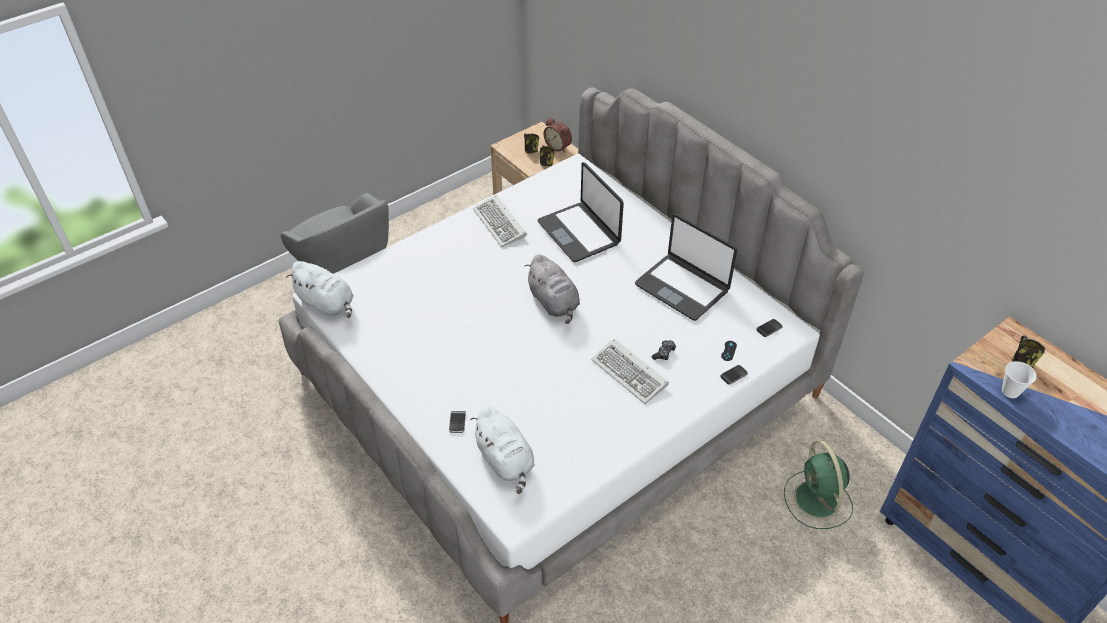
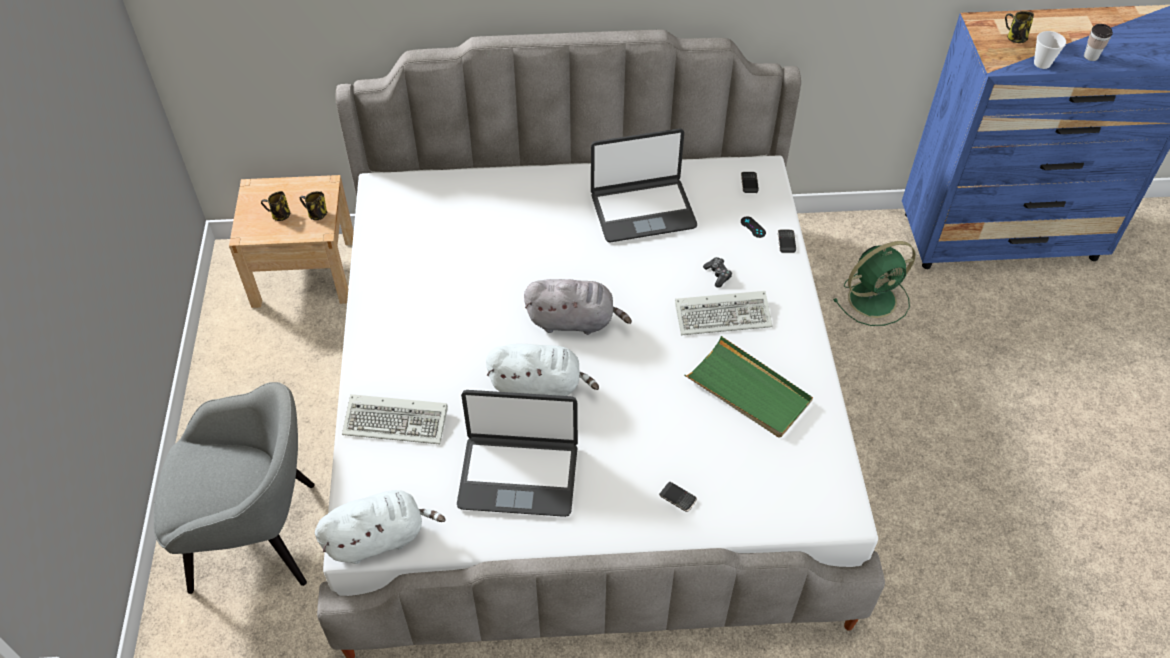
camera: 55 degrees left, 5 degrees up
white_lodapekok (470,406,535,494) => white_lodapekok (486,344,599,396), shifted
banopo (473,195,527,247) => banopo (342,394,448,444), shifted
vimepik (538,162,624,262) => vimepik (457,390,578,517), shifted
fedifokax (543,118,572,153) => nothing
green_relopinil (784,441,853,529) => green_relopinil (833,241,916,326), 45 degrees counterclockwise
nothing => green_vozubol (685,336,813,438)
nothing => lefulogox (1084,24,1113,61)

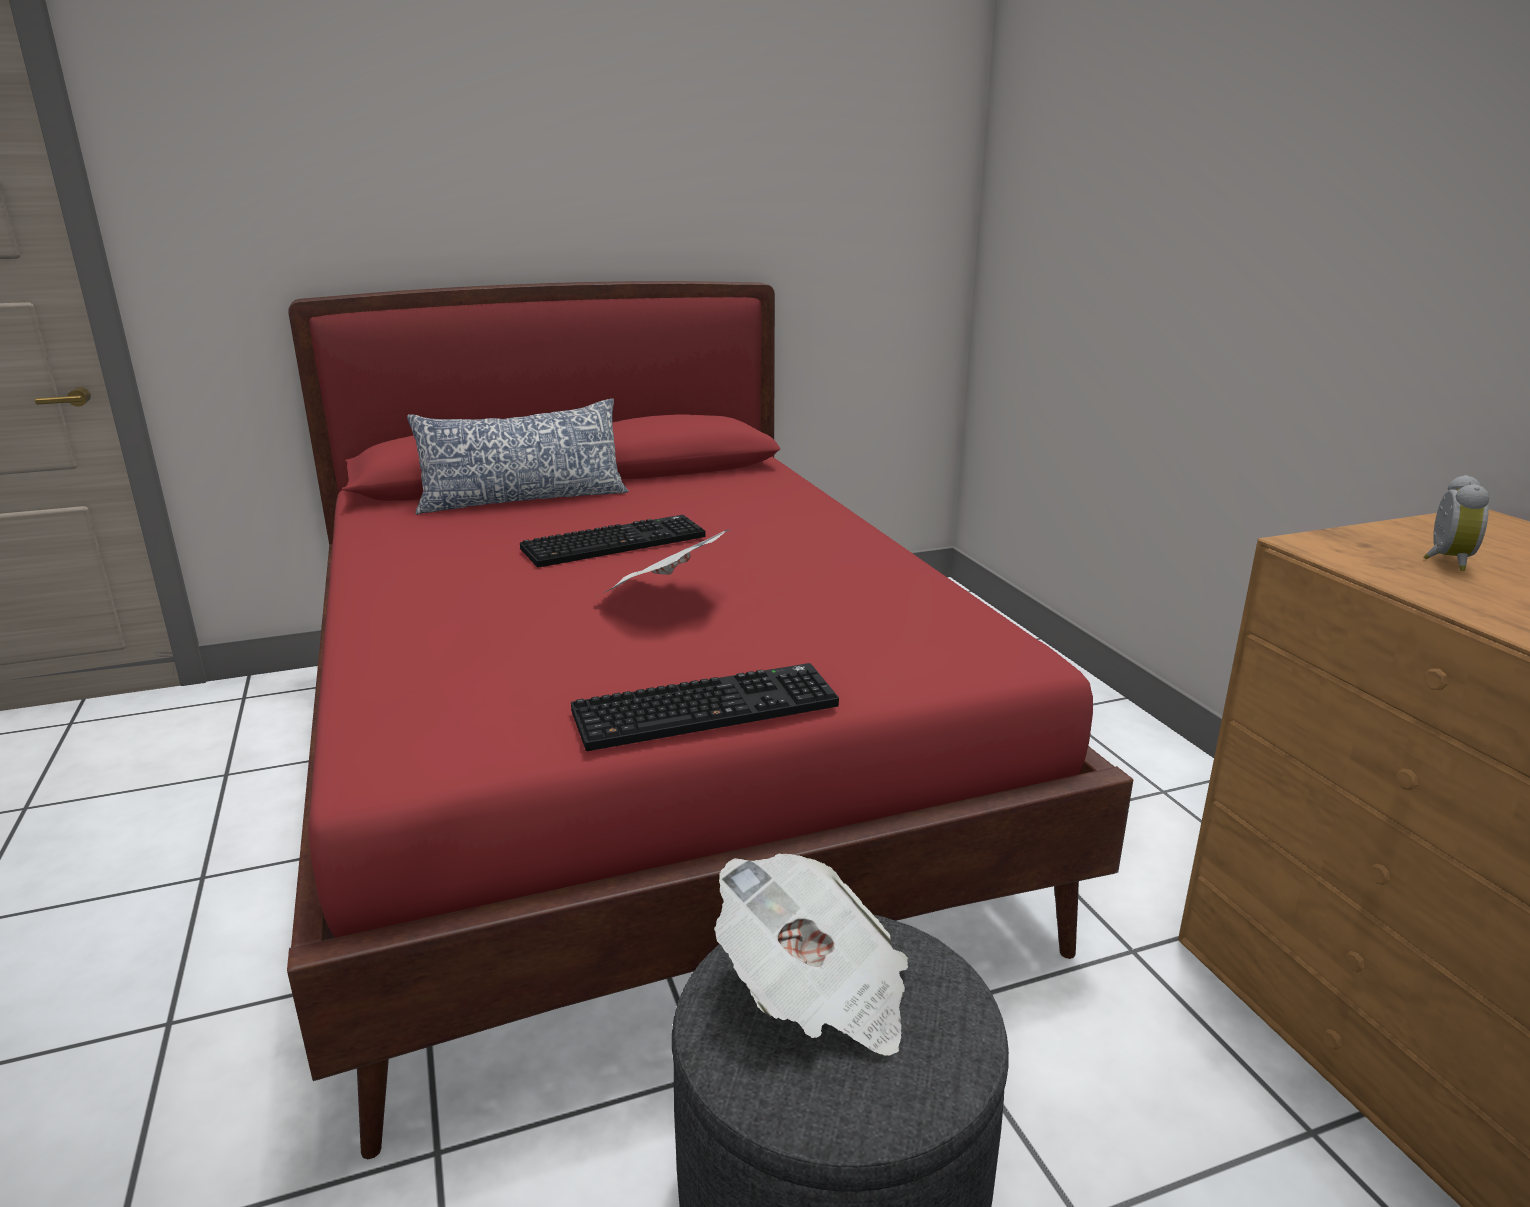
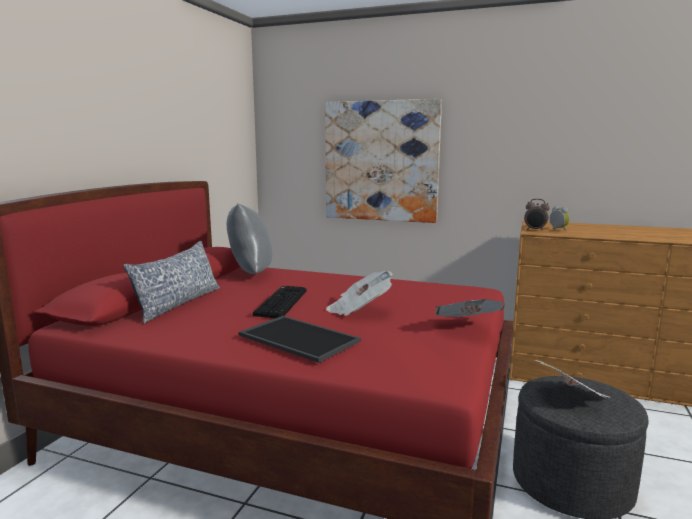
camera: 50 degrees left, 10 degrees down
banopo (571,663,839,751) => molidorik (435,299,503,317)
nothing => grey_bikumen (227,203,272,274)
nothing => vozubol (239,316,361,363)
nothing => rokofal (325,99,442,223)
nothing => fedifokax (524,199,550,231)

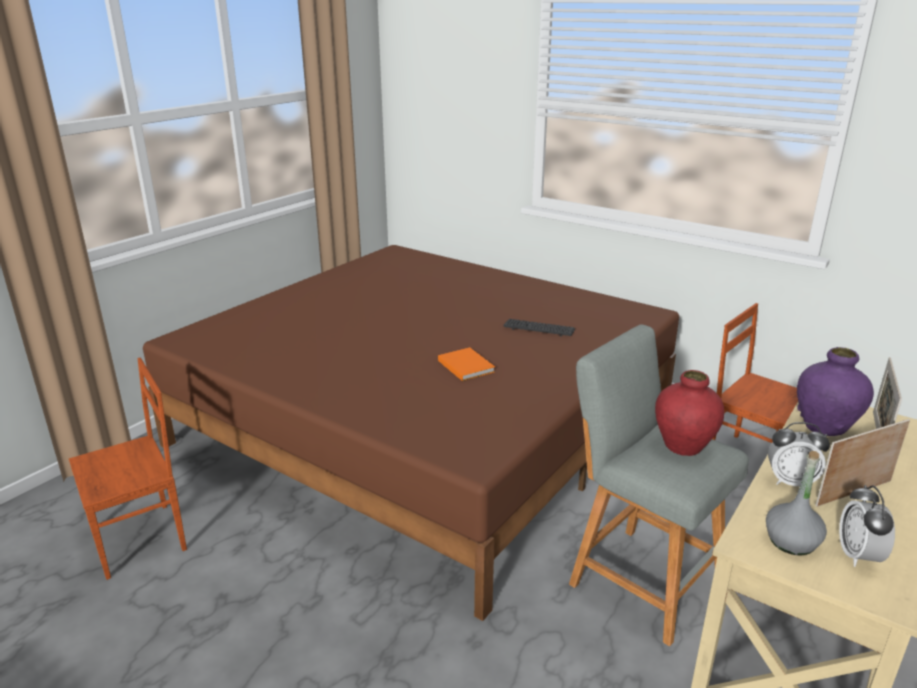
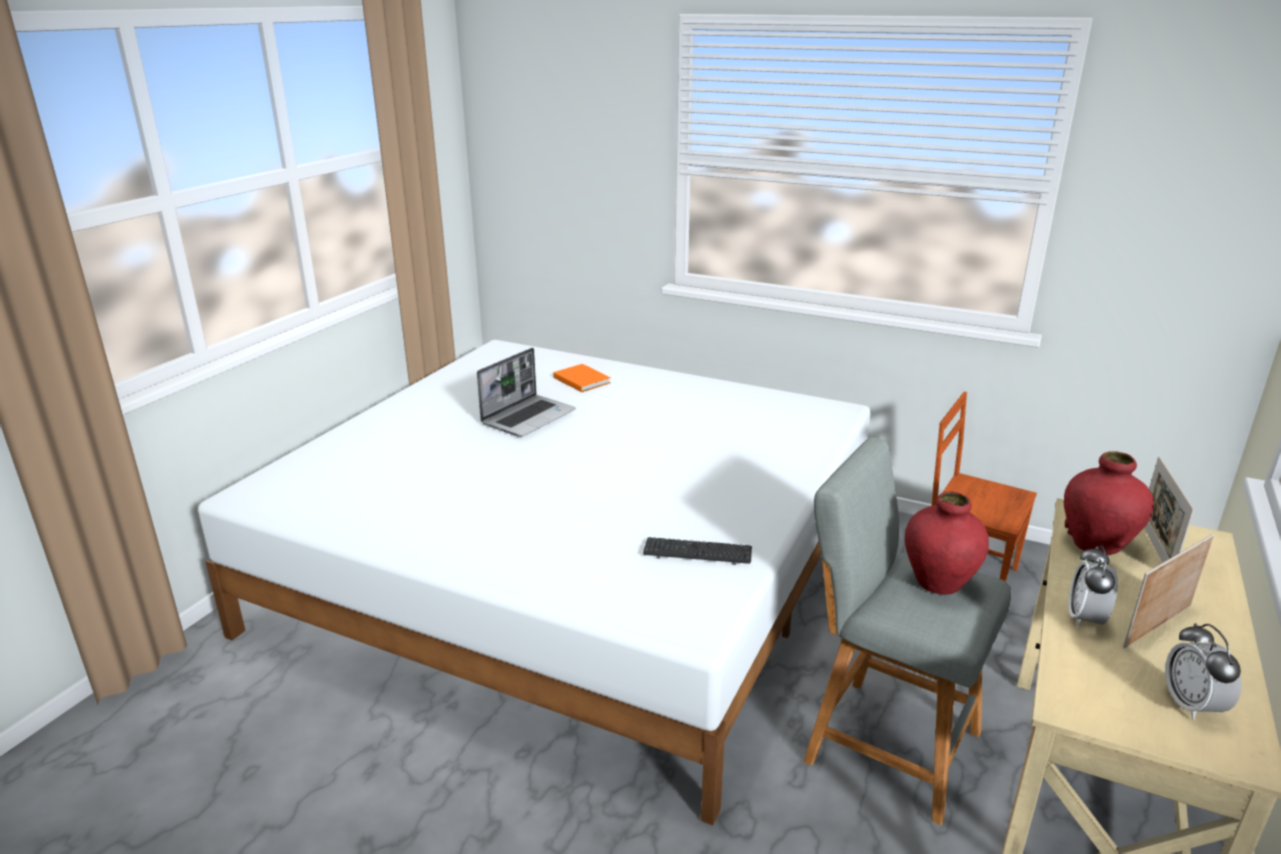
camera: 10 degrees left, 0 degrees up
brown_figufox (69,358,187,580) => nothing
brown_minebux (143,245,679,621) => white_minebux (198,340,870,826)
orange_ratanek (438,347,495,381) => orange_ratanek (553,364,611,392), shifted
banopo (503,319,575,337) => banopo (643,537,752,565), shifted
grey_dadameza (766,451,827,555) => nothing
fedifokax (768,422,830,486) => fedifokax (1069,545,1118,628), 105 degrees clockwise
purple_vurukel (797,347,874,436) => red_vurukel (1064,451,1154,555)
nothing => vimepik (477,348,576,437)

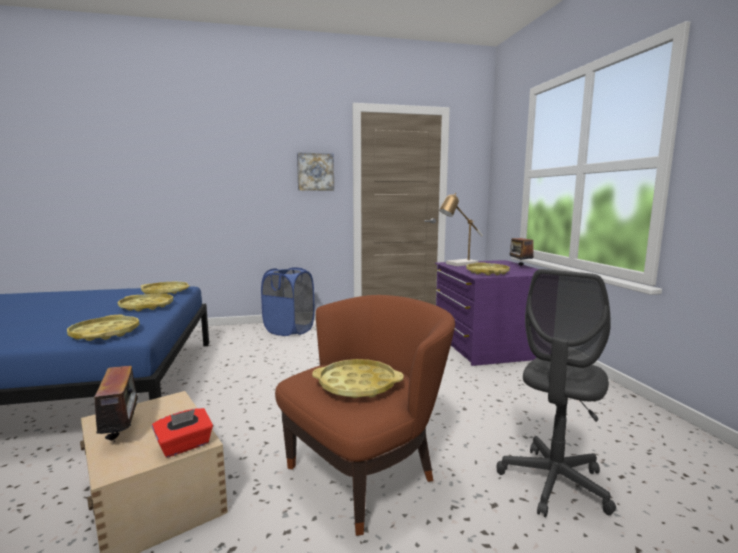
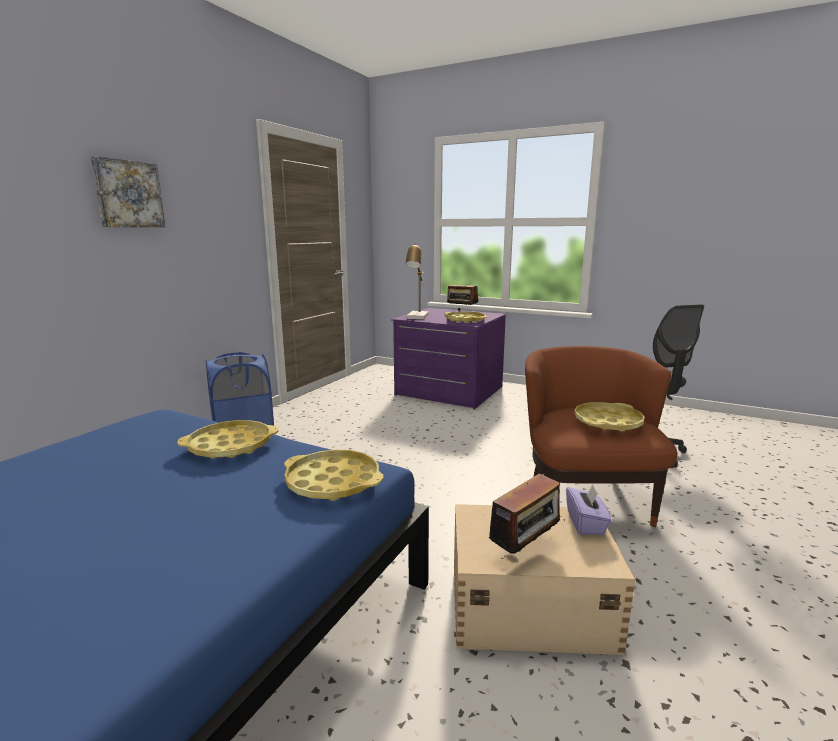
camera: 50 degrees left, 5 degrees up
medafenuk (93,366,148,445) => medafenuk (489,473,565,559), 120 degrees clockwise
yellow_vozubol (141,282,190,294) => nothing
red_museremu (152,408,213,458) => purple_museremu (566,484,612,535)
rokofal (297,152,334,191) => rokofal (91,156,165,227), shifted

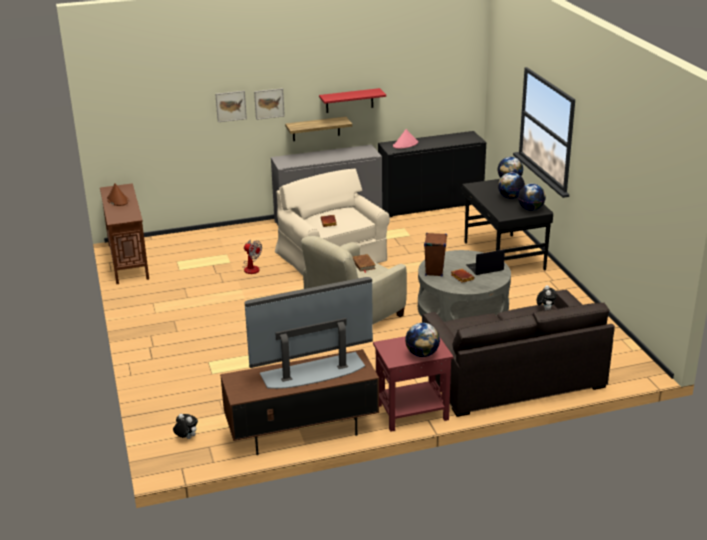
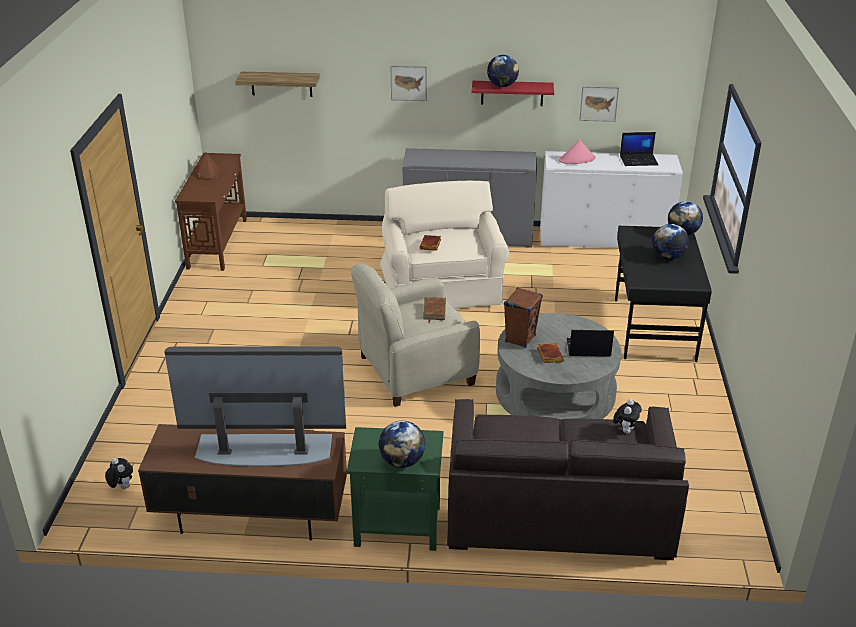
camera: 20 degrees right, 5 degrees up
rokofal (215,91,247,122) => rokofal (579,86,619,122), shifted
relopinil (243,240,262,274) => nothing
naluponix (285,117,352,141) => naluponix (235,72,320,97), shifted
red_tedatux (373,336,454,432) => green_tedatux (347,427,444,551)
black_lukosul (378,131,486,217) => white_lukosul (540,151,683,248)
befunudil (518,184,546,211) => befunudil (487,55,519,87), shifted
nothing => vimepik (620,132,659,166)

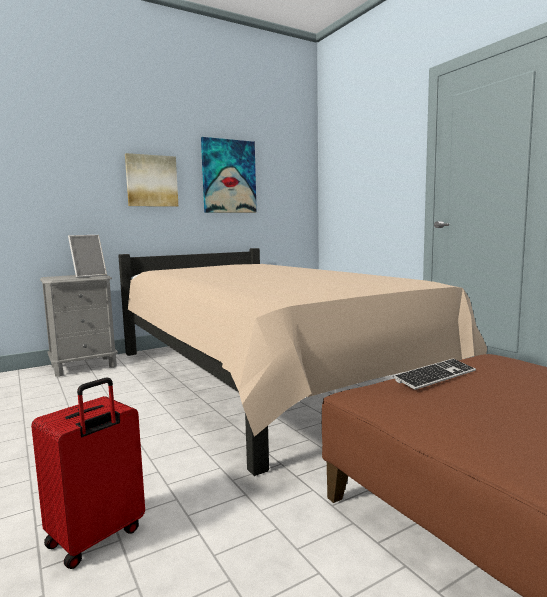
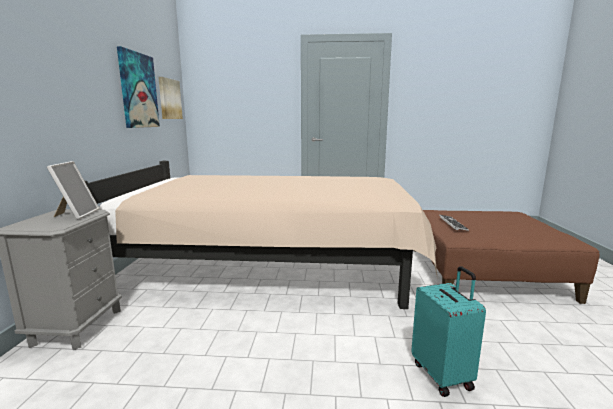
camera: 55 degrees left, 5 degrees up
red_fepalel (31,378,145,569) => turquoise_fepalel (411,266,486,397)
rokofal (125,153,178,207) => rokofal (158,77,183,119), shifted

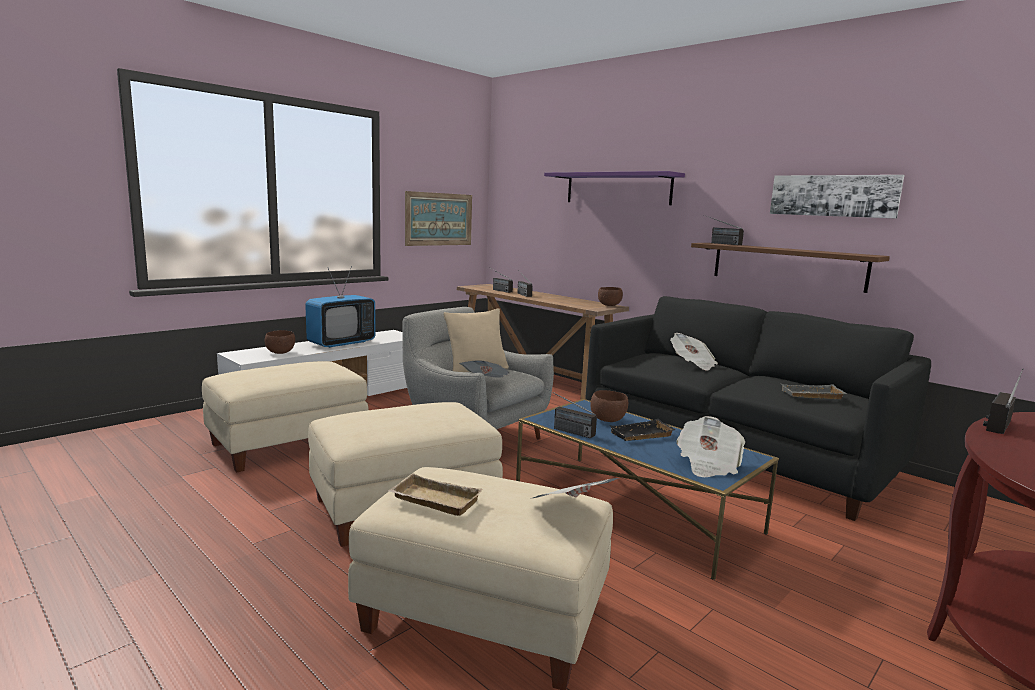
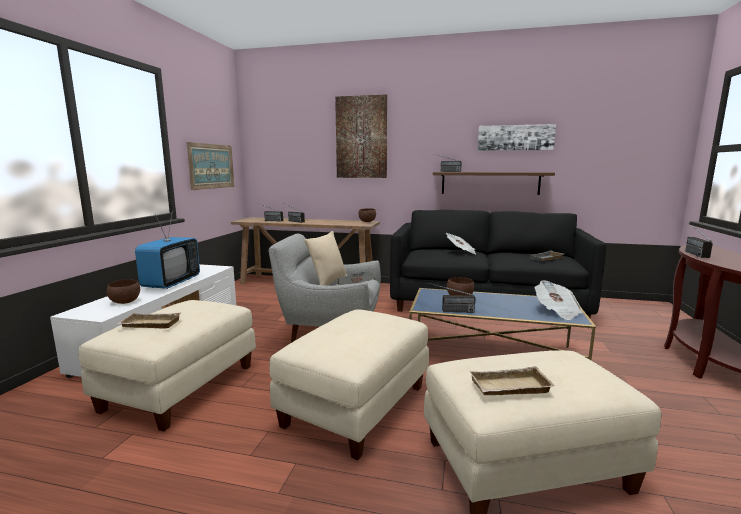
camera: 30 degrees left, 0 degrees up
molidorik (531,478,619,499) => nothing
purple_naluponix (544,171,685,205) => rokofal (335,94,388,178)
black_vozubol (610,419,676,441) => nothing
nothing => beige_vozubol (117,312,182,328)

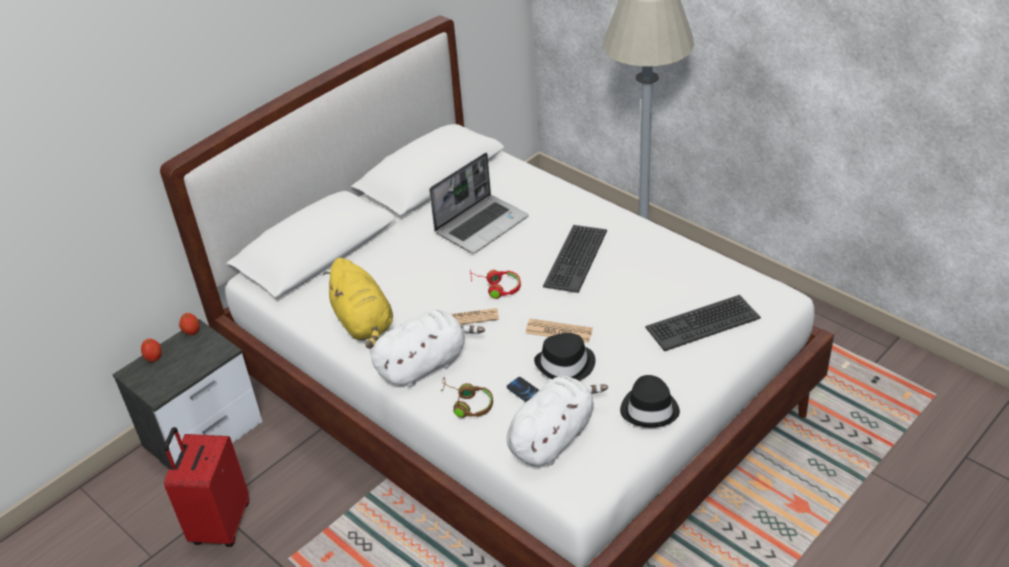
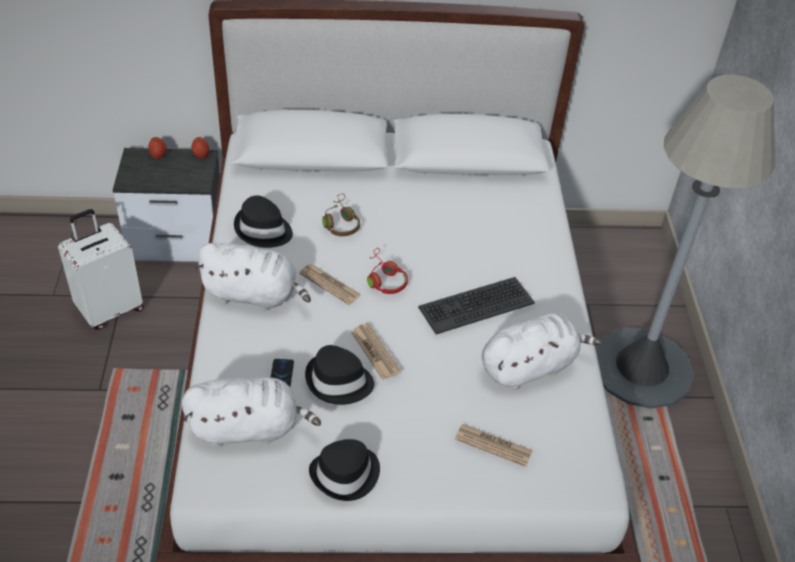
camera: 40 degrees right, 5 degrees up
red_fepalel (164,427,249,547) => white_fepalel (58,209,144,330)
yellow_lodapekok (323,258,393,349) => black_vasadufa (234,195,293,248)
vimepik (429,153,529,254) => nothing
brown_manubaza (441,378,493,418) => brown_manubaza (322,194,360,236), shifted
banopo (645,295,761,351) => molidorik (455,424,533,467)
nothing => white_lodapekok (482,313,601,390)

